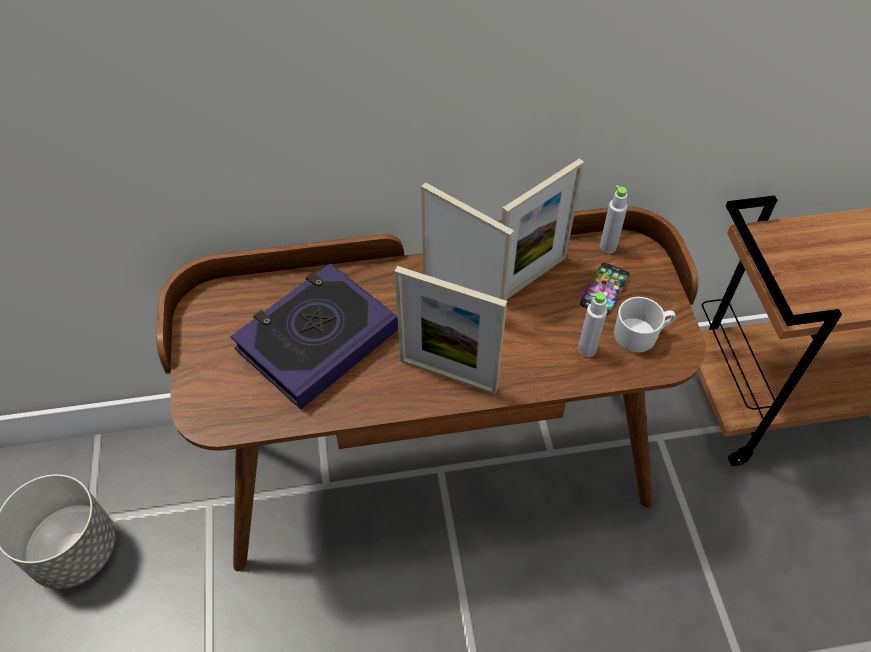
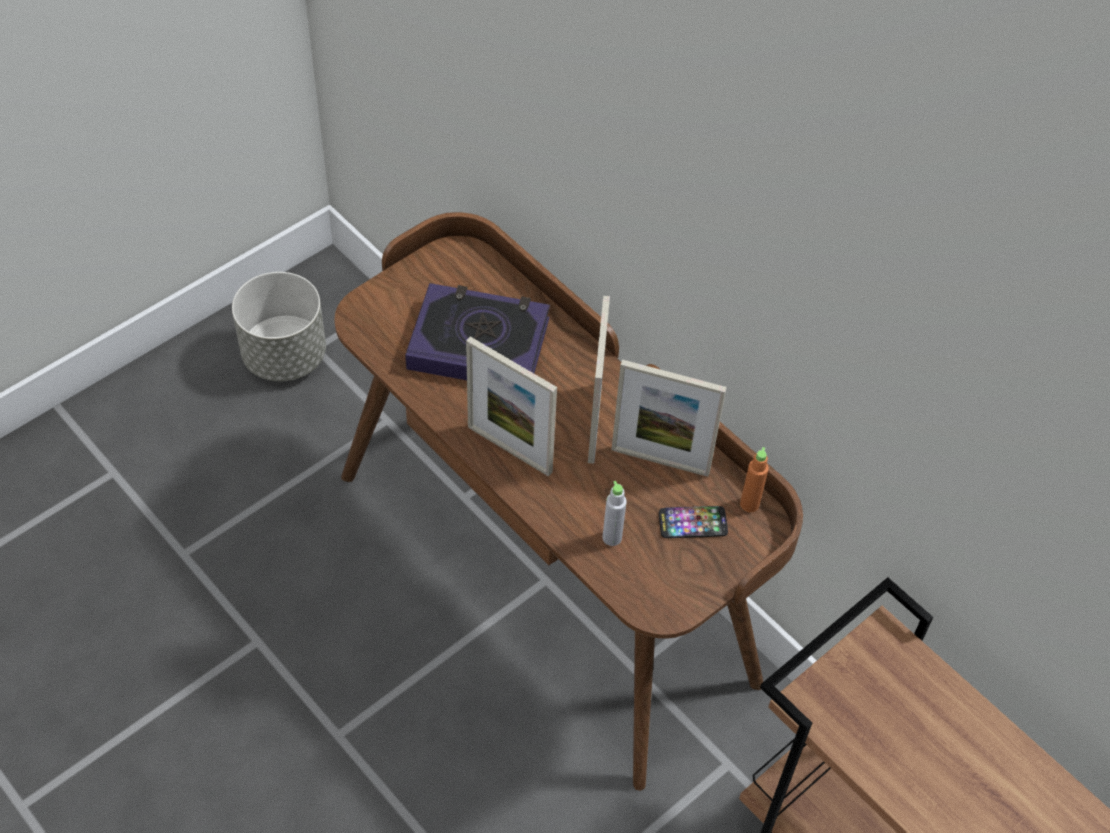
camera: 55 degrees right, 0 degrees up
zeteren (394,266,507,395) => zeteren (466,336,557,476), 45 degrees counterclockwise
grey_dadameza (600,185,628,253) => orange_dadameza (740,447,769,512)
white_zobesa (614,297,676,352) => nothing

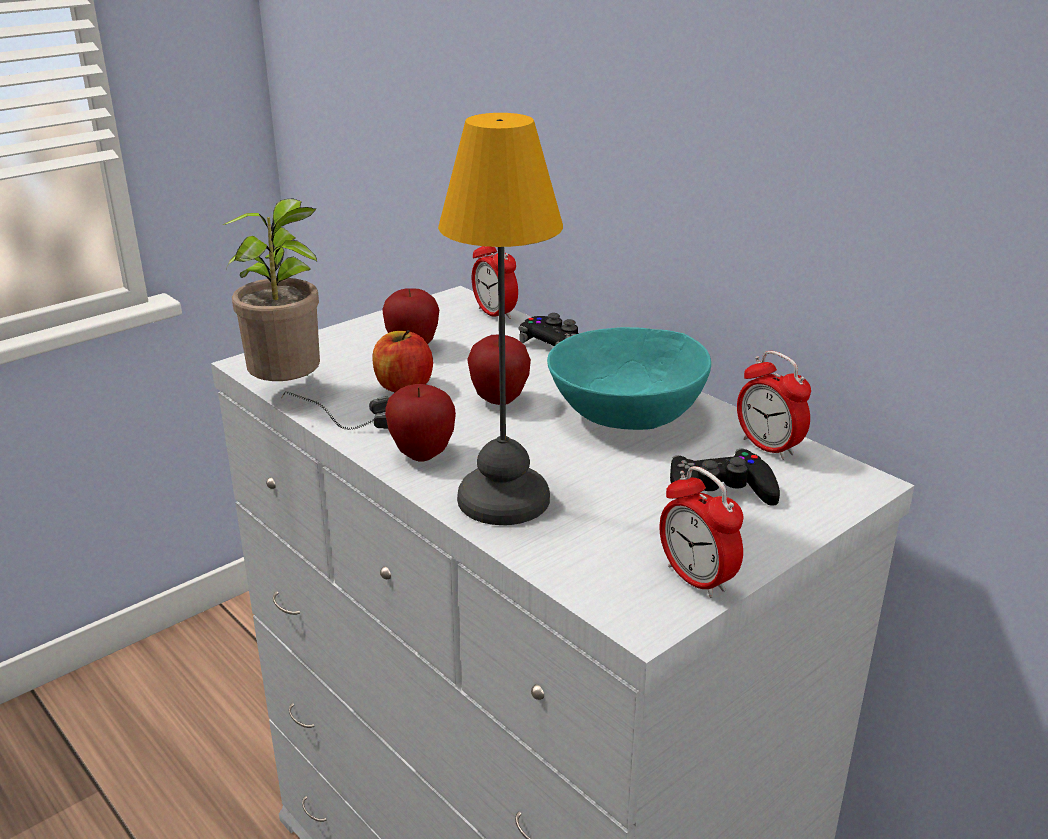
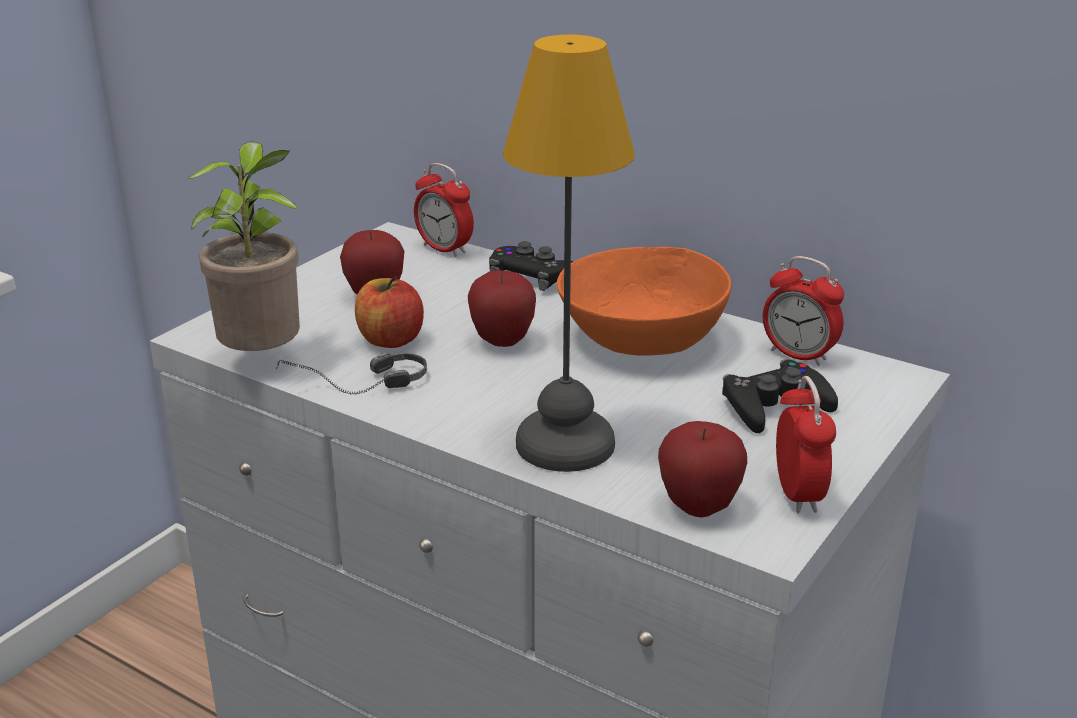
camera: 15 degrees left, 0 degrees up
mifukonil (385,384,456,461) => mifukonil (658,421,747,517), shifted
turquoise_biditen (547,327,711,430) => orange_biditen (557,247,732,356)
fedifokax (659,466,743,598) => fedifokax (776,376,836,514), 135 degrees counterclockwise

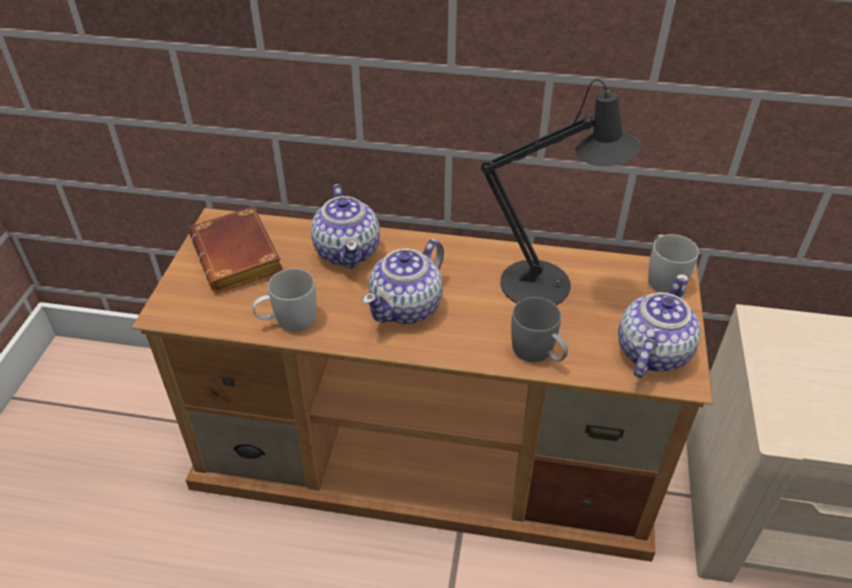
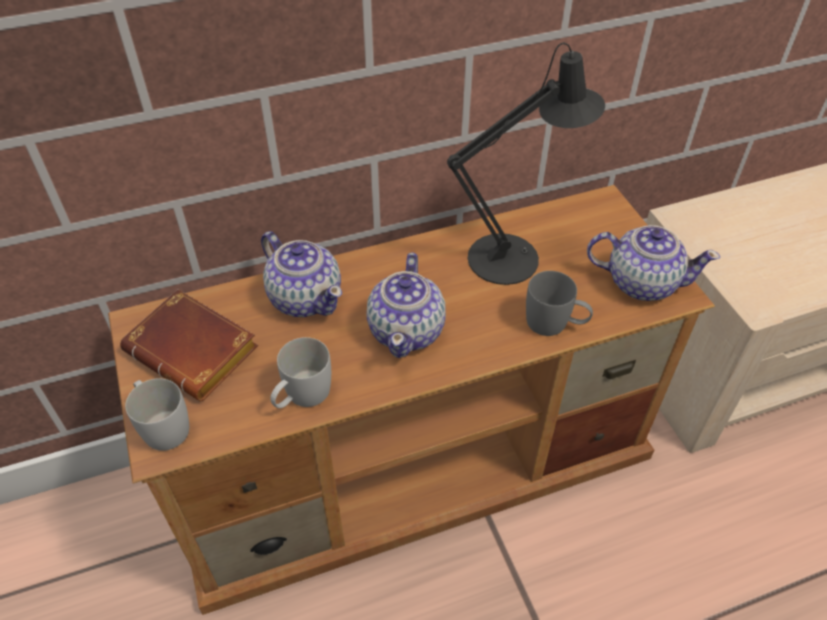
camera: 30 degrees left, 5 degrees up
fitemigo (618,274,701,378) => fitemigo (587,225,720,301), 105 degrees clockwise
white_zobesa (648,234,699,293) => white_zobesa (125,378,189,451), shifted

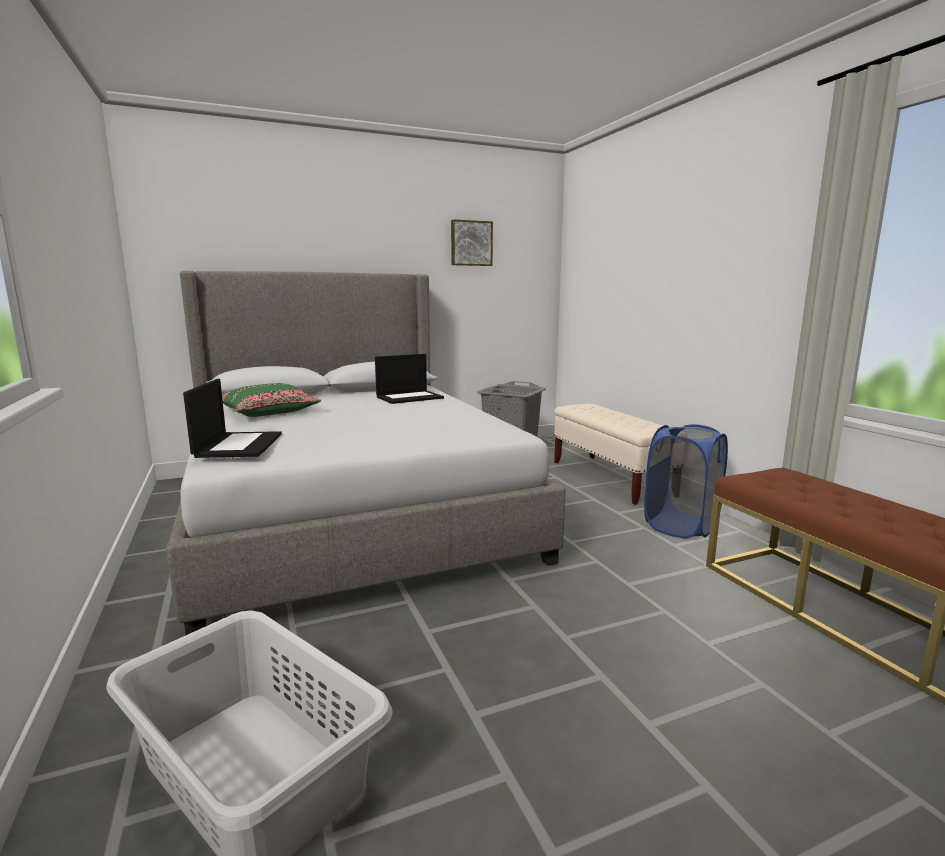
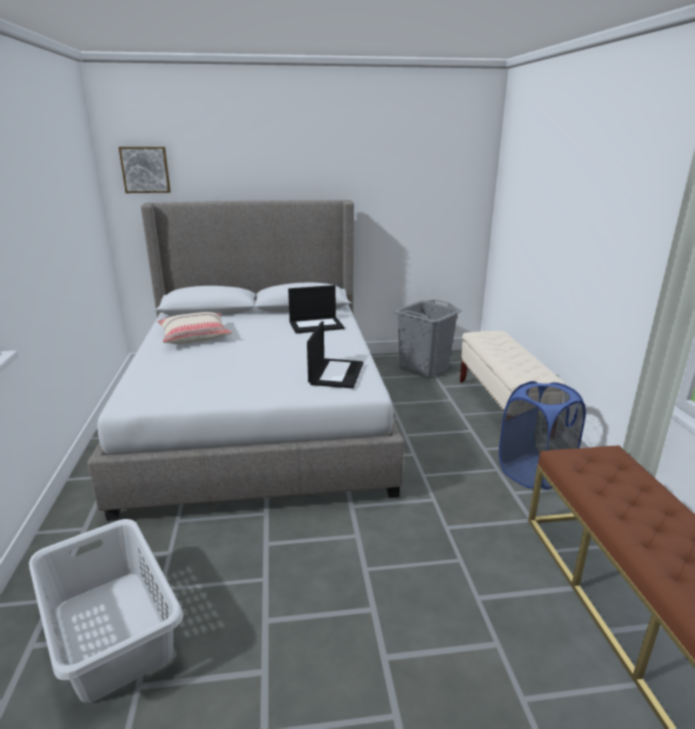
camera: 15 degrees right, 10 degrees up
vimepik (183,379,282,458) => vimepik (307,321,364,388), shifted
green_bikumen (222,383,321,417) => beige_bikumen (157,312,232,344)
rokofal (451,219,493,266) => rokofal (119,147,171,193), shifted

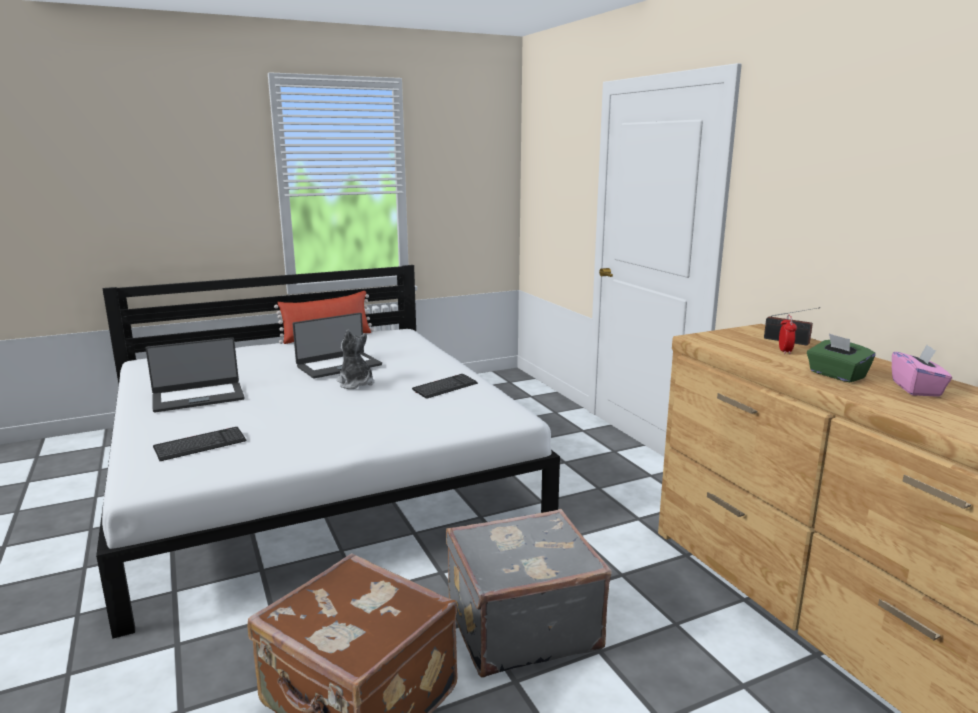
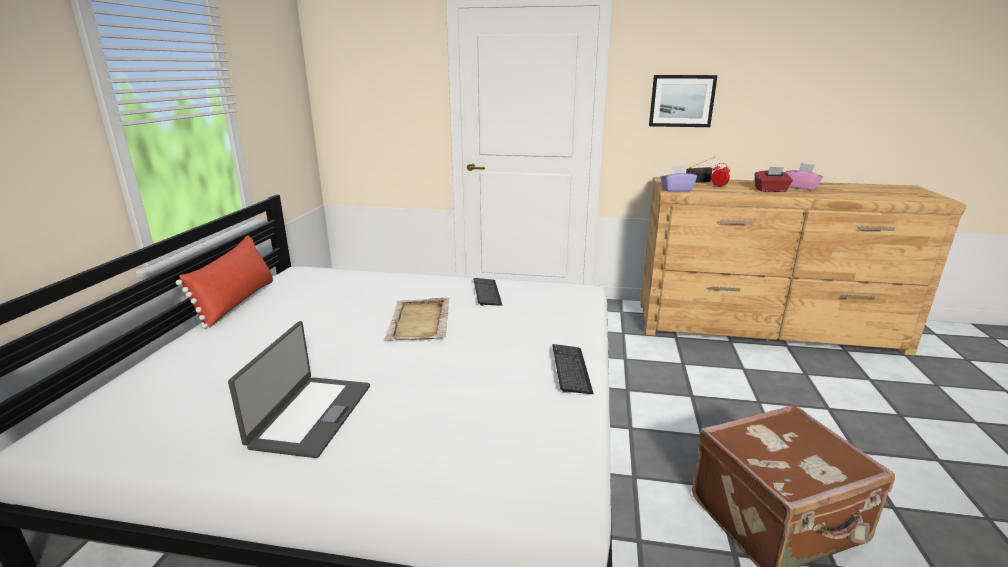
camera: 55 degrees left, 5 degrees up
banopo (153,427,246,461) => banopo (552,344,594,394), shifted
vimepik (293,313,382,378) => nothing
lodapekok (336,330,374,389) => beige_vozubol (385,297,449,340)
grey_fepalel (446,509,611,678) => nothing
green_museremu (807,333,875,382) => red_museremu (754,167,793,192)
nothing => rokofal (649,75,718,127)
nothing => purple_museremu (660,166,697,192)

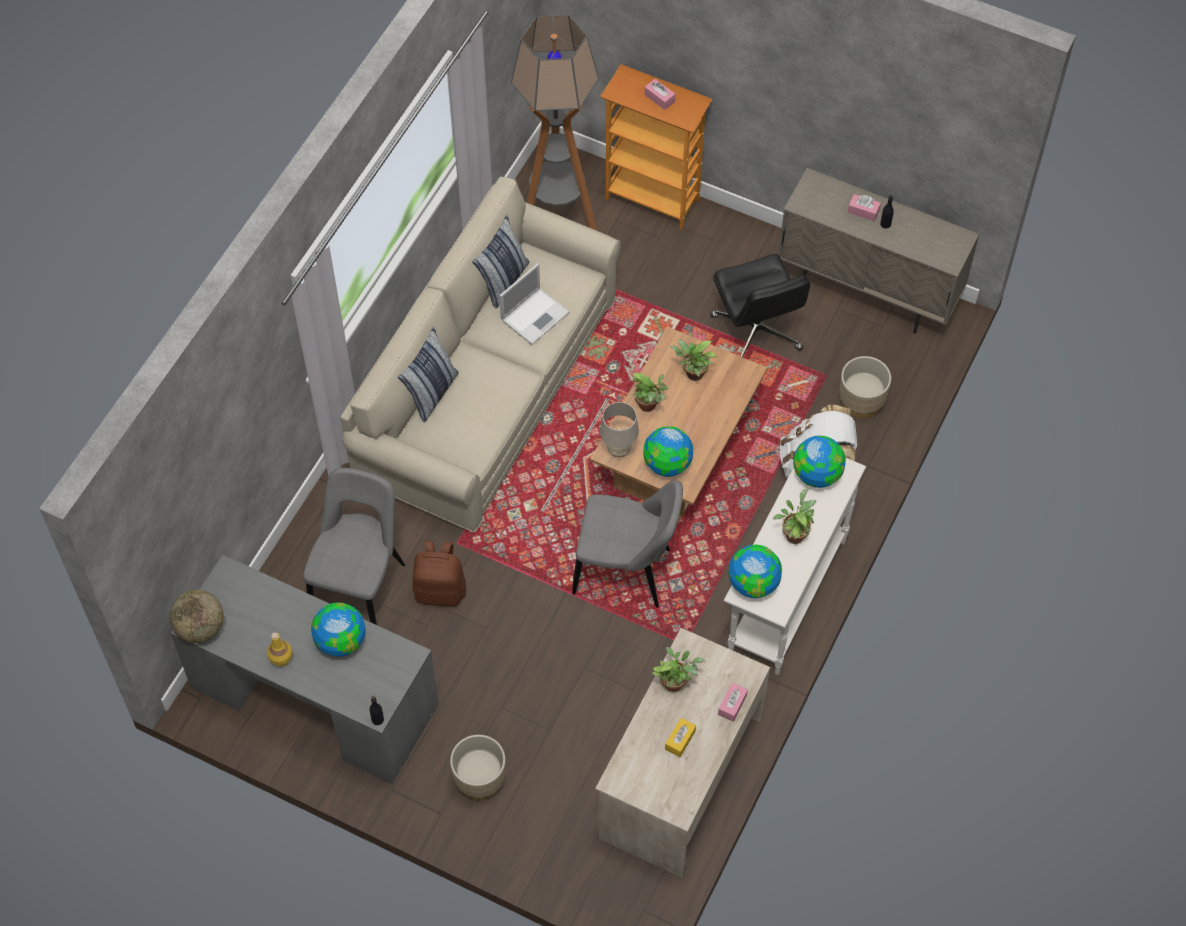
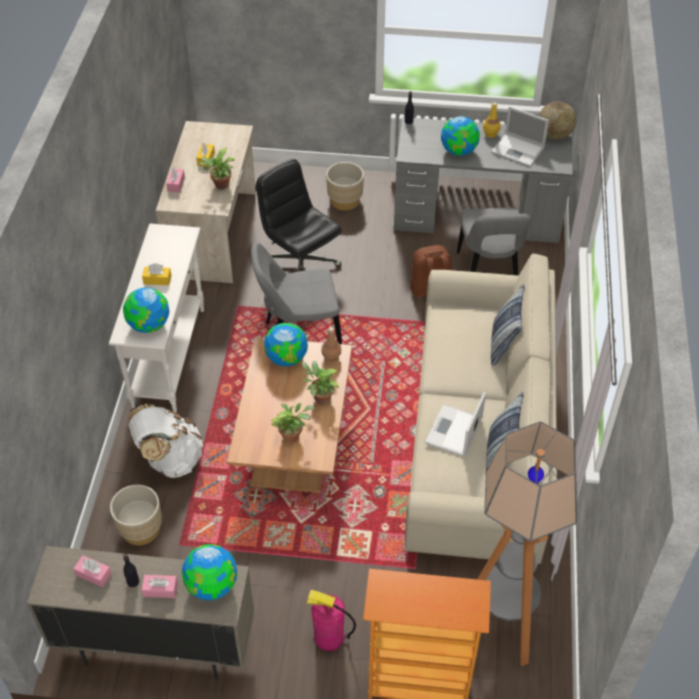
camera: 160 degrees right, 10 degrees down
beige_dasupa (600,402,639,457) => brown_dadameza (321,327,341,362)
pink_museremu (645,79,675,110) => pink_museremu (73,555,112,587), shifted
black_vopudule (710,254,810,357) => black_vopudule (256,159,342,272), shifted
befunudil (728,545,782,598) => befunudil (182,544,237,600), shifted
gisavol (773,489,816,544) => yellow_museremu (142,263,172,285)
nothing => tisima (306,590,356,651)
nothing => vimepik (491,106,549,167)

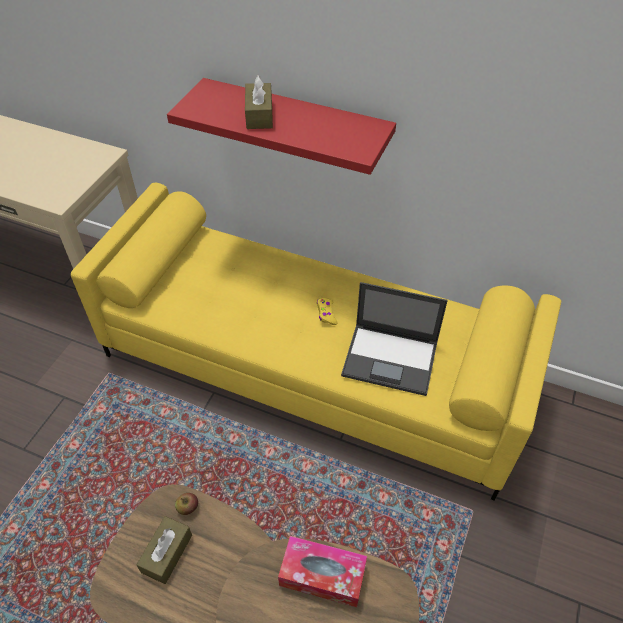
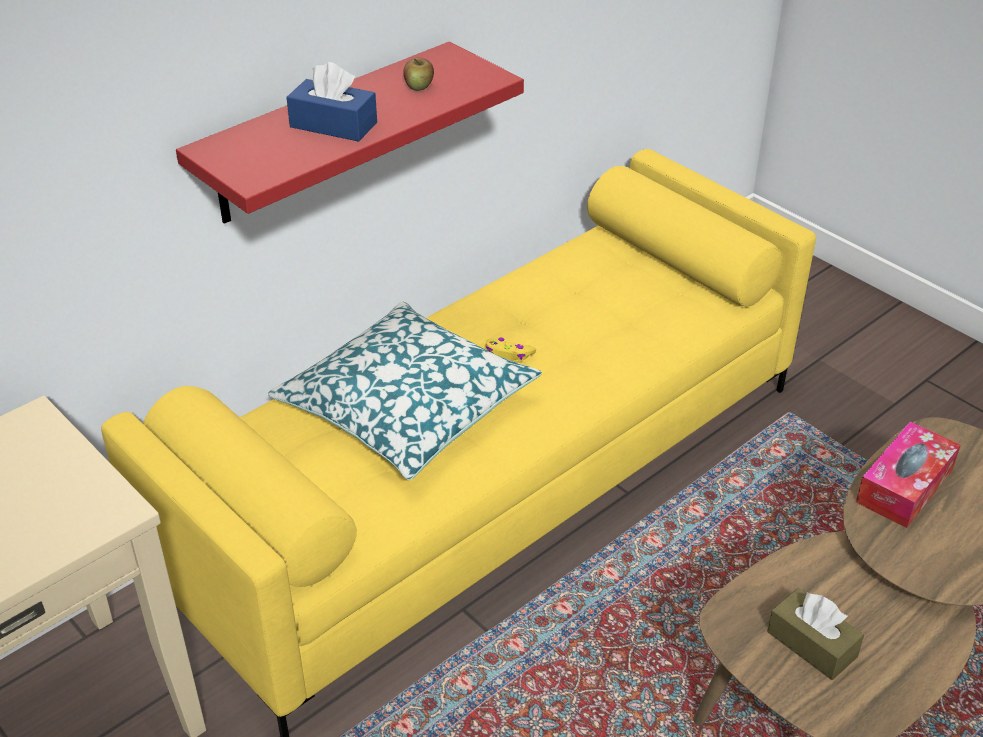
camera: 65 degrees left, 10 degrees down
mifukonil (175,493,198,515) => mifukonil (403,58,434,91), shifted
brown_museremu (245,76,273,129) => blue_museremu (286,62,377,142)
vimepik (341,282,448,396) => nothing
nothing => bikumen (268,302,542,480)

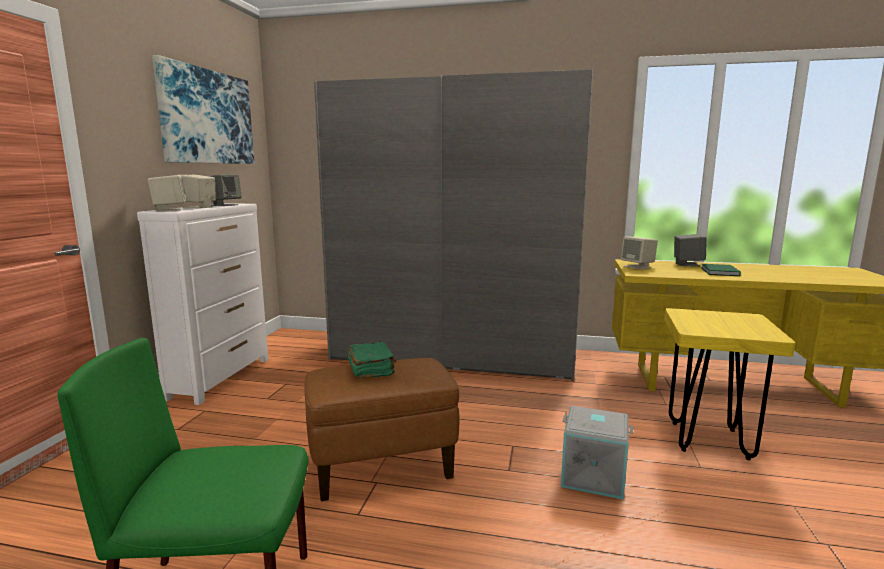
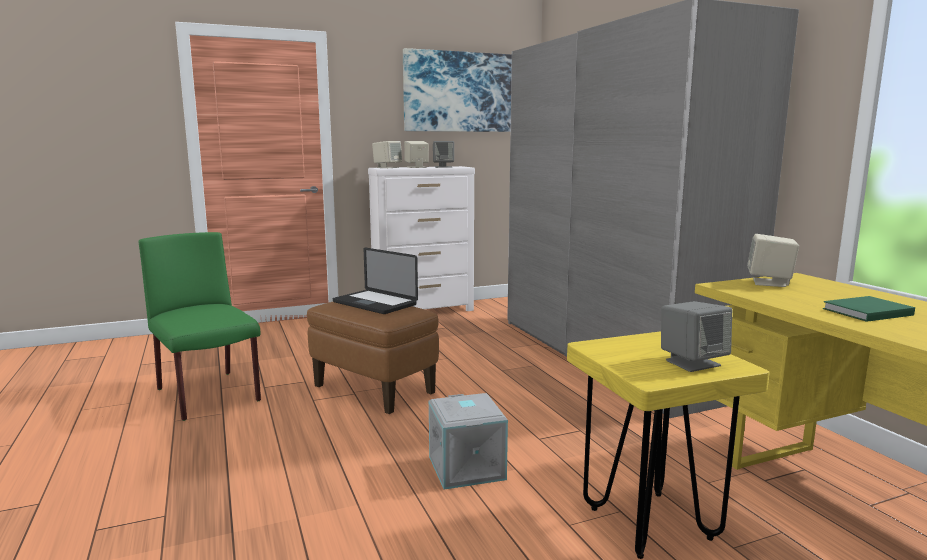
camera: 55 degrees right, 0 degrees up
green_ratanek (347,342,396,378) => vimepik (333,248,418,314)
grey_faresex (674,234,707,267) => grey_faresex (661,301,732,372), shifted

